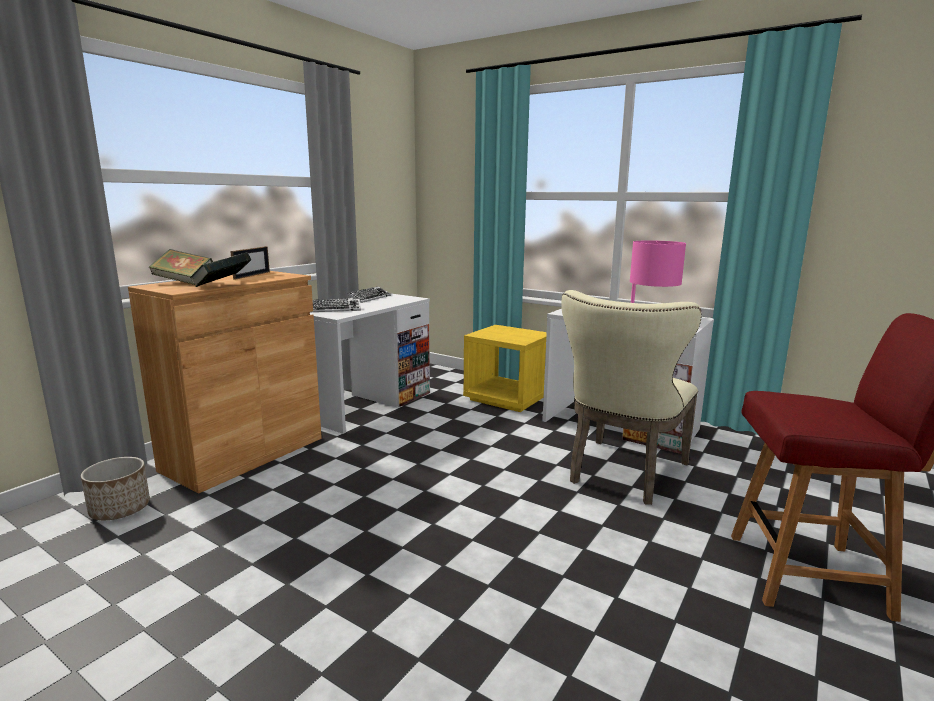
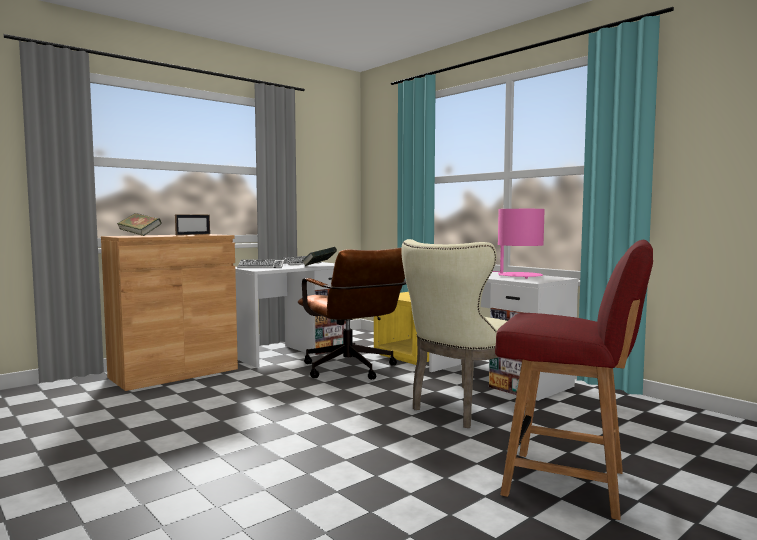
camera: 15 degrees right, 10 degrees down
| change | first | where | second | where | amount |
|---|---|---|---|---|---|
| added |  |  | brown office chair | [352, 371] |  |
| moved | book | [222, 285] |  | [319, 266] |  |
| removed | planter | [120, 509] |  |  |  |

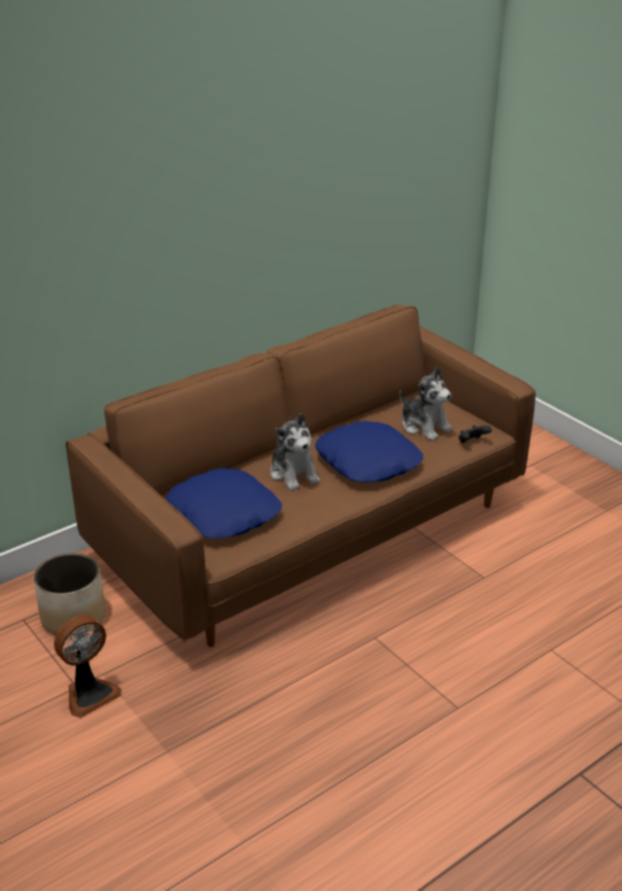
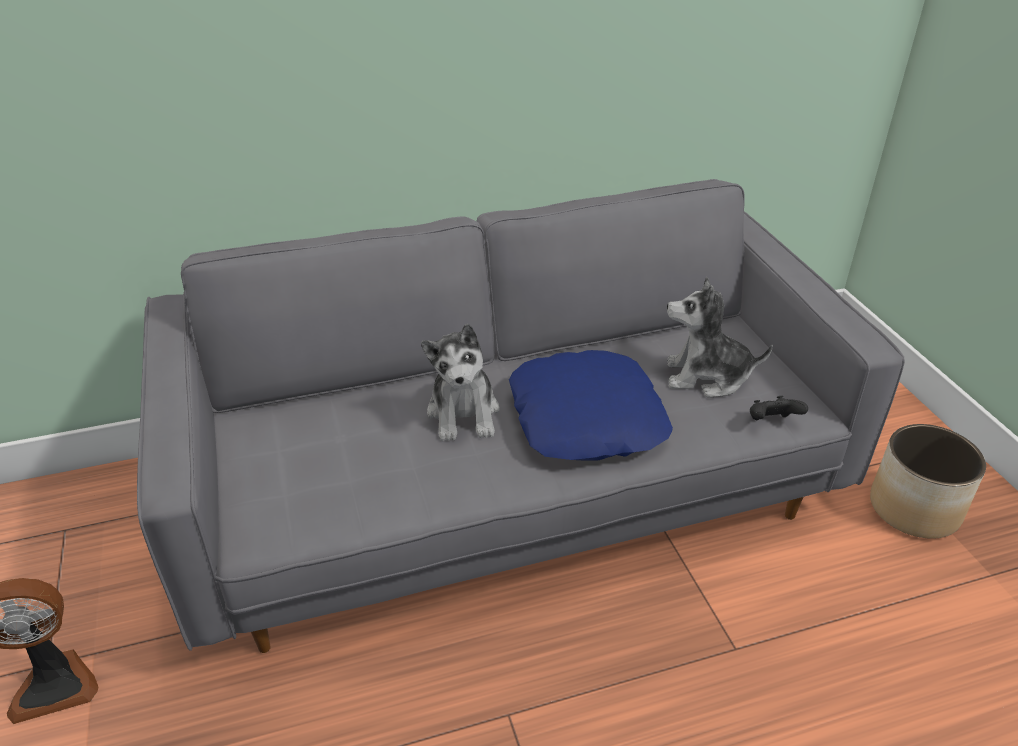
camera: 20 degrees right, 5 degrees up
| change | first | where | second | where | amount |
|---|---|---|---|---|---|
| recoloured | brown sofa | [311, 530] | grey sofa | [509, 490] |  |
| turned | plush toy | [424, 426] |  | [706, 377] | 120 degrees clockwise |
| moved | planter | [74, 616] |  | [914, 508] |  |
| removed | blue pillow | [224, 513] |  |  |  |

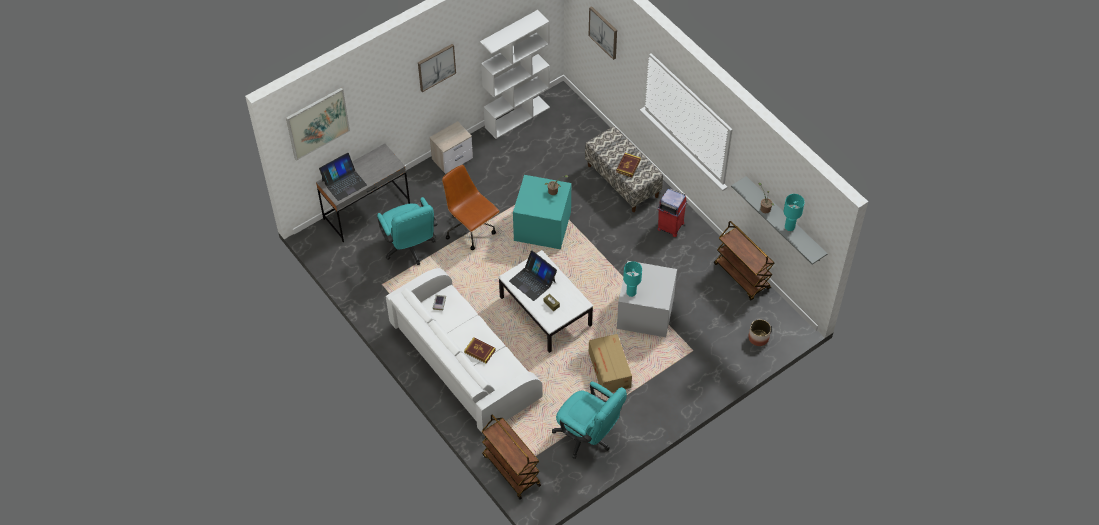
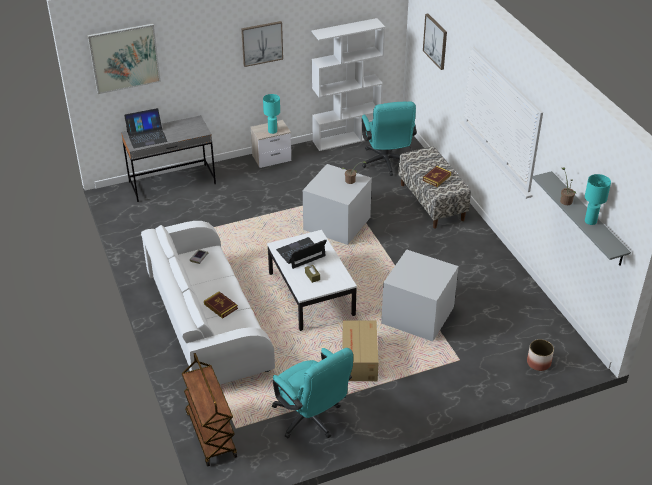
camera: 15 degrees right, 15 degrees down
| change | first | where | second | where | amount |
|---|---|---|---|---|---|
| moved | turquoise table lamp | [631, 293] |  | [272, 131] |  |
| turned | laptop | [533, 281] |  | [301, 253] | 90 degrees clockwise |
| recoloured | turquoise storage box | [543, 226] | grey storage box | [338, 223] |  |
| moved | turquoise office chair | [410, 248] |  | [386, 163] |  |
| removed | brown office chair | [471, 230] |  |  |  |
| removed | red trash can | [670, 226] |  |  |  |
| removed | brown cart | [742, 276] |  |  |  |

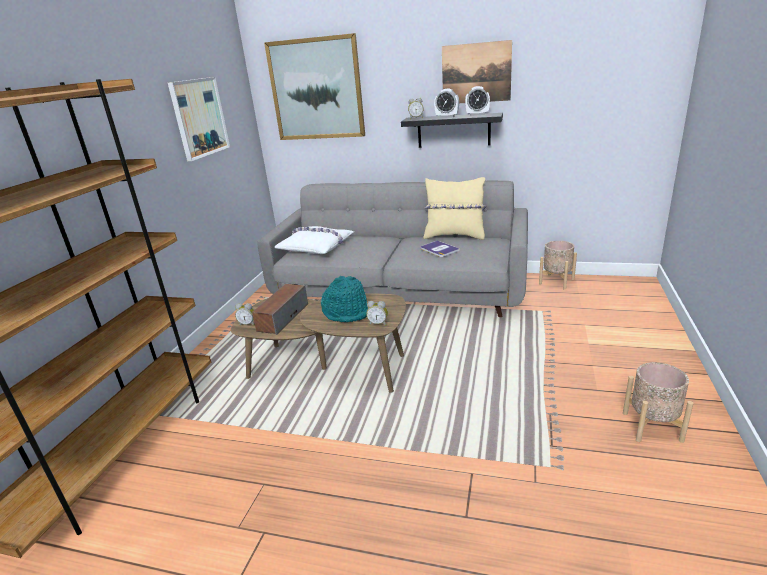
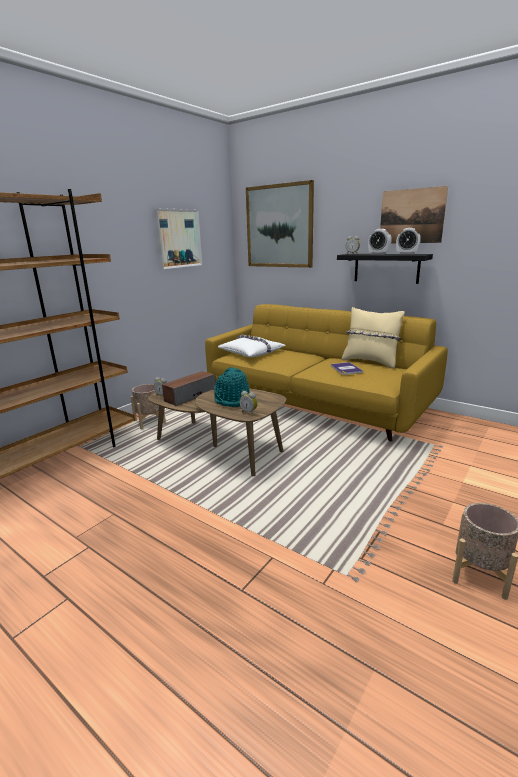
camera: 20 degrees right, 5 degrees down
| change | first | where | second | where | amount |
|---|---|---|---|---|---|
| moved | beige planter | [556, 281] |  | [149, 422] |  |
| recoloured | grey sofa | [400, 291] | yellow sofa | [316, 404] |  |

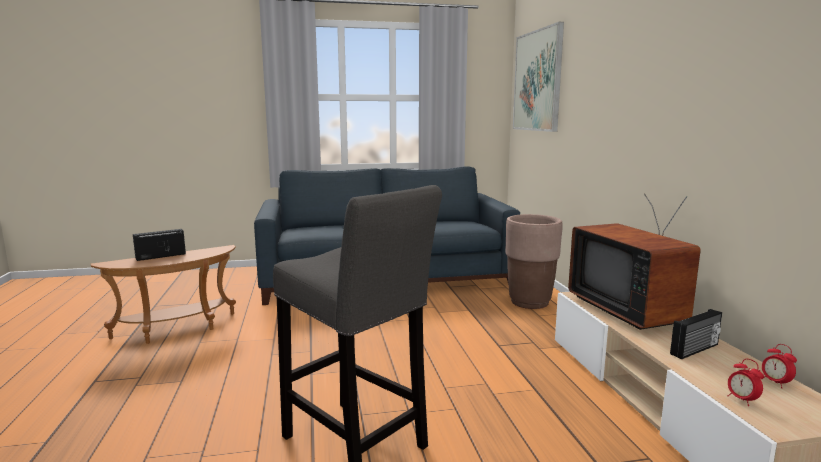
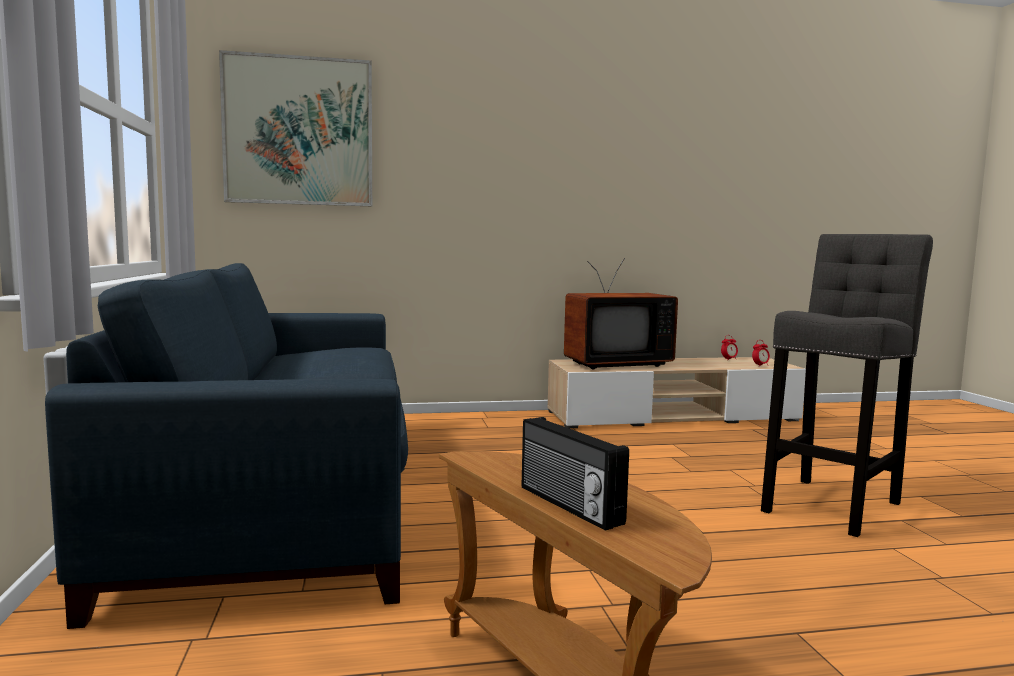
camera: 90 degrees left, 5 degrees down
| change | first | where | second | where | amount |
|---|---|---|---|---|---|
| removed | brown planter | [529, 302] |  |  |  |
| removed | radio | [695, 350] |  |  |  |

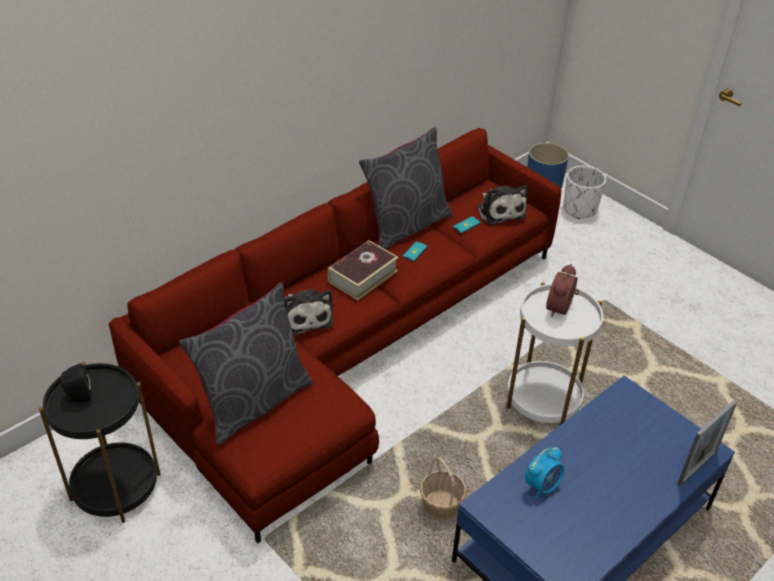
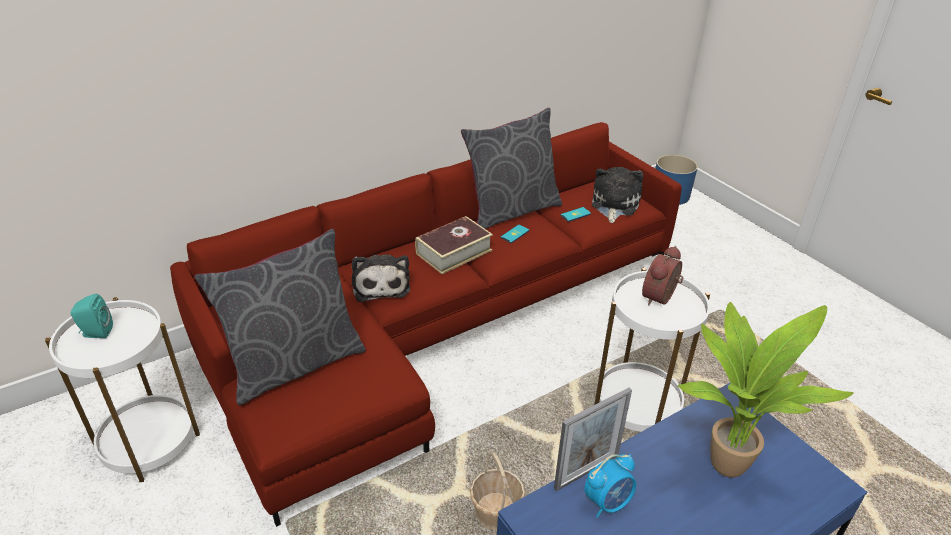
camera: 10 degrees right, 5 degrees down
| change | first | where | second | where | amount |
|---|---|---|---|---|---|
| recoloured | black side table | [115, 487] | white side table | [148, 442] |  |
| recoloured | black speaker | [78, 397] | turquoise speaker | [96, 333] |  |
| moved | picture frame | [697, 467] |  | [586, 472] |  |
| turned | plush toy | [500, 210] |  | [614, 204] | 150 degrees counterclockwise |
| added |  |  | potted plant | [724, 461] |  |
| removed | white planter | [579, 209] |  |  |  |

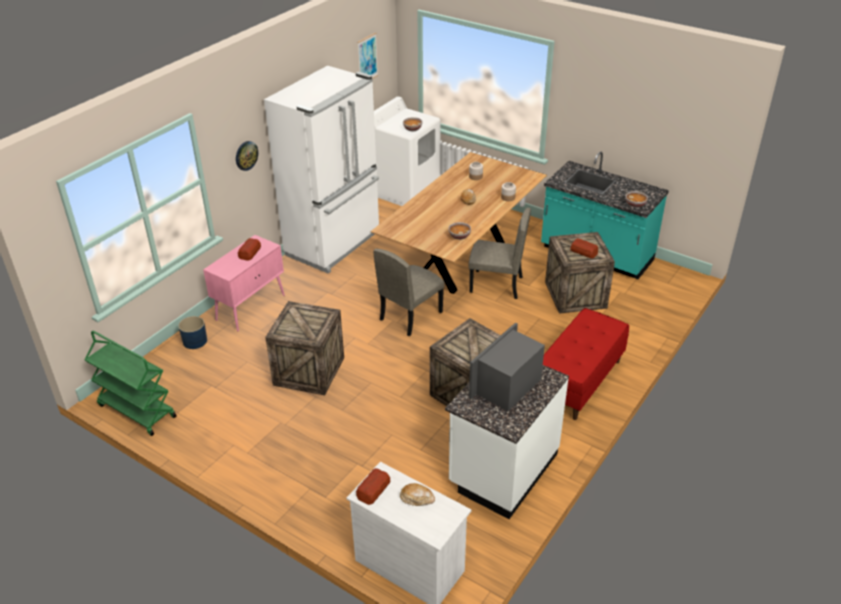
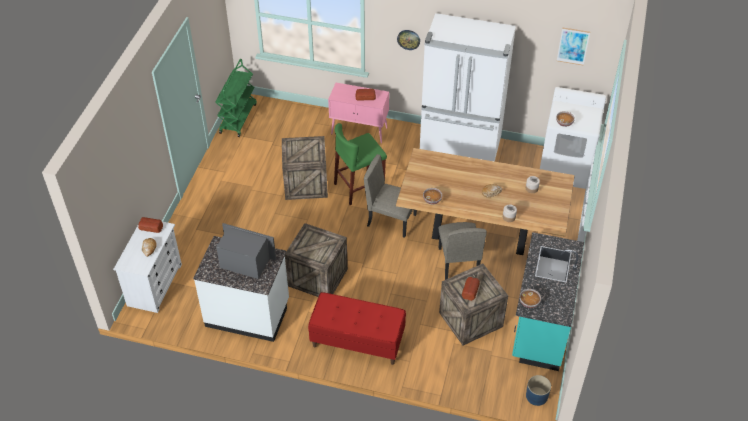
camera: 70 degrees right, 10 degrees up
| change | first | where | second | where | amount |
|---|---|---|---|---|---|
| added |  |  | green stool | [359, 187] |  |
| moved | blue planter | [195, 341] |  | [536, 396] |  |

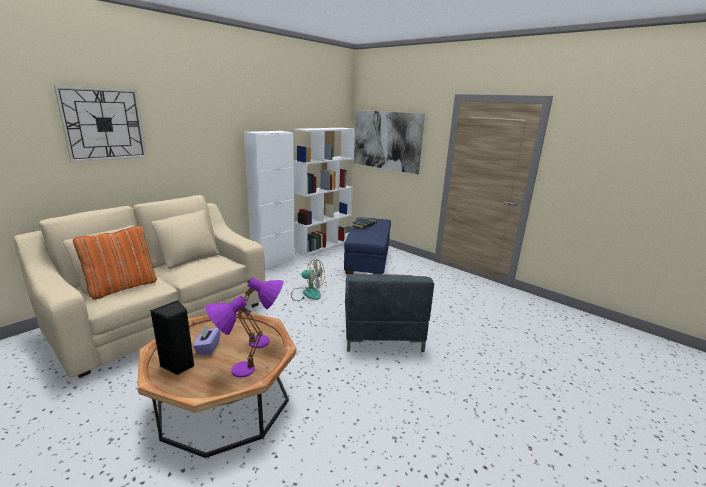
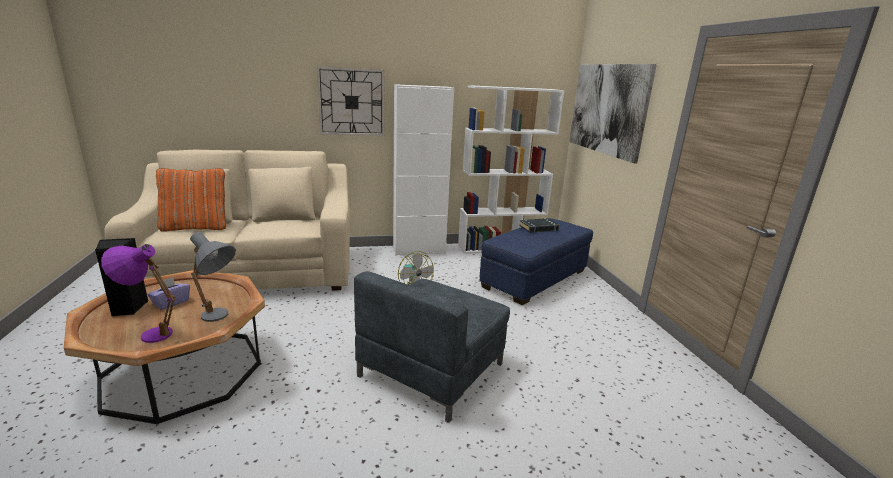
camera: 35 degrees right, 0 degrees up
| change | first | where | second | where | amount |
|---|---|---|---|---|---|
| recoloured | purple table lamp | [267, 342] | grey table lamp | [219, 318] |  |
| moved | wall clock | [104, 124] |  | [351, 102] |  |

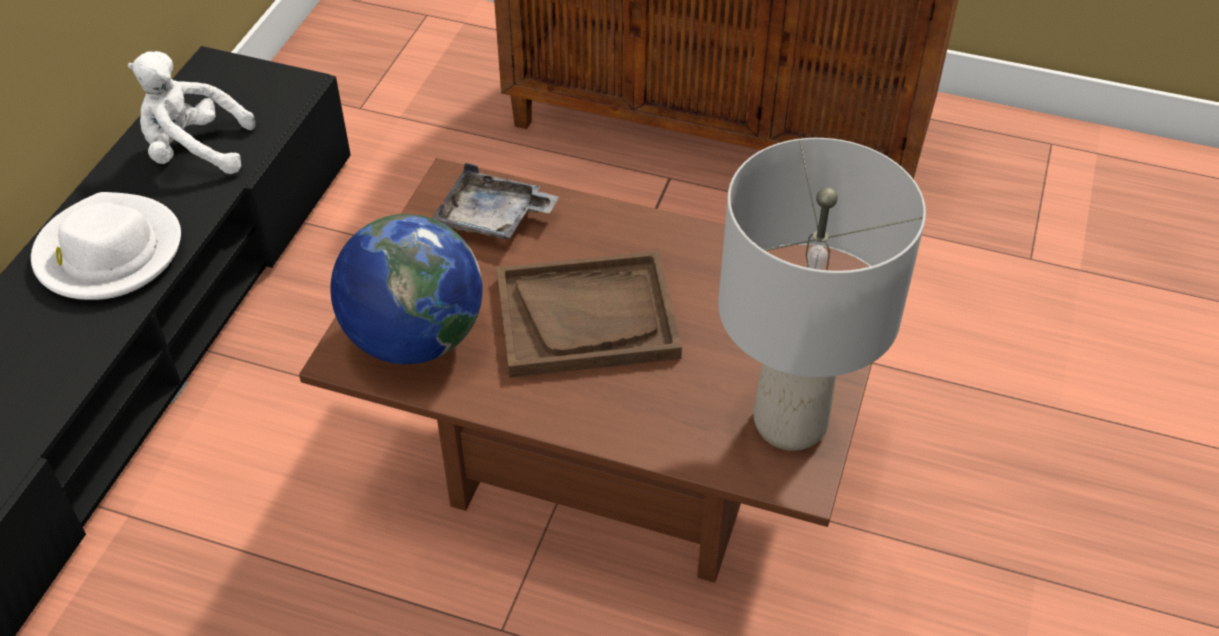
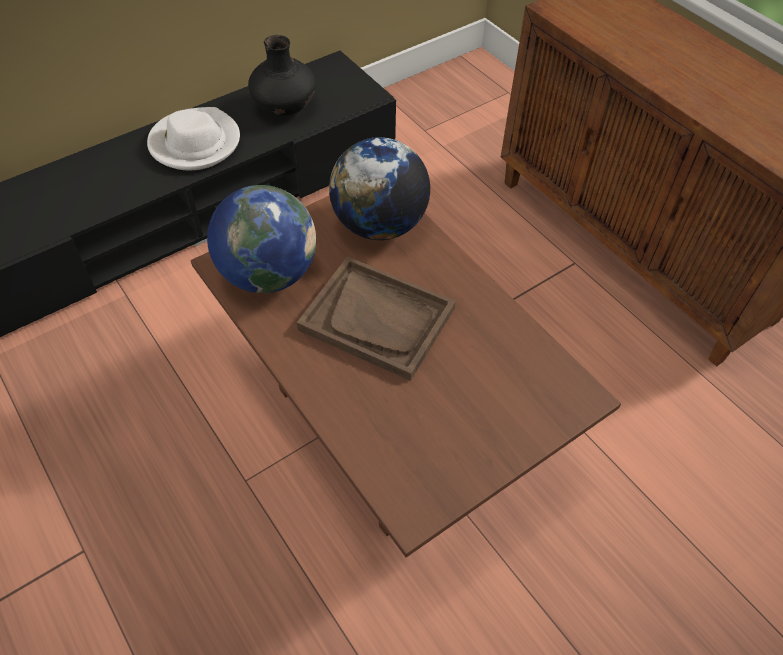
camera: 35 degrees right, 5 degrees up
| change | first | where | second | where | amount |
|---|---|---|---|---|---|
| replaced | white plush toy | [194, 151] | black vase | [284, 107] |  |
| replaced | grey tray | [493, 218] | globe | [379, 225] |  |
| removed | grey table lamp | [788, 423] |  |  |  |

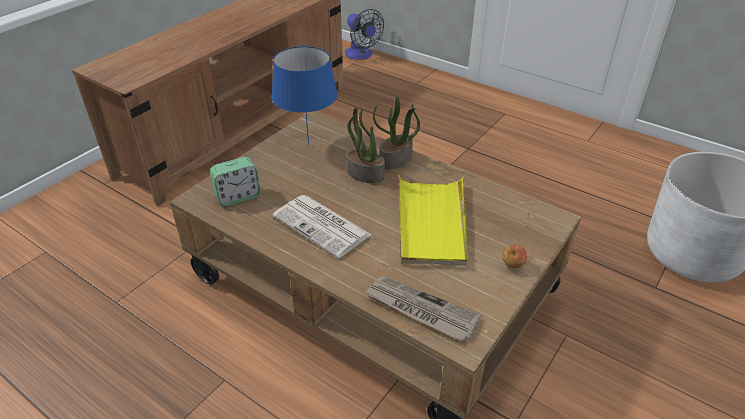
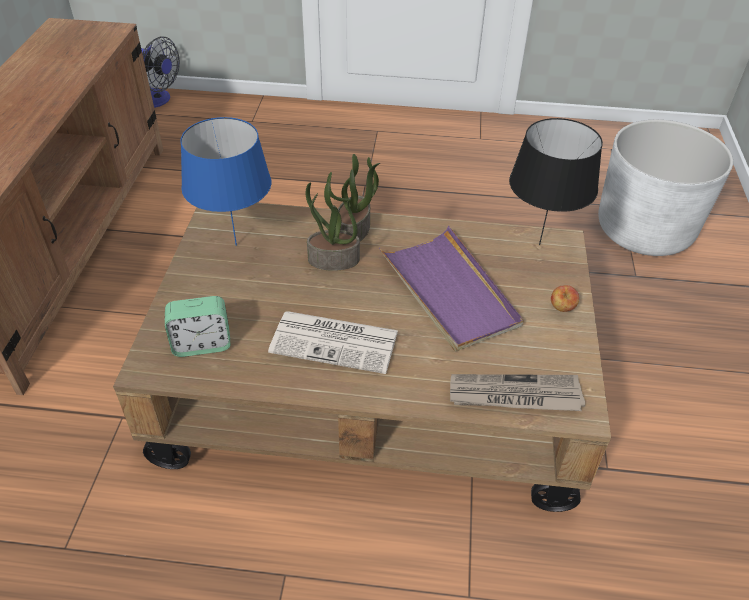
camera: 30 degrees left, 5 degrees up
| change | first | where | second | where | amount |
|---|---|---|---|---|---|
| turned | alarm clock | [238, 196] |  | [202, 344] | 45 degrees clockwise |
| recoloured | yellow tray | [431, 222] | purple tray | [449, 291] |  |
| added |  |  | black table lamp | [539, 244] |  |

